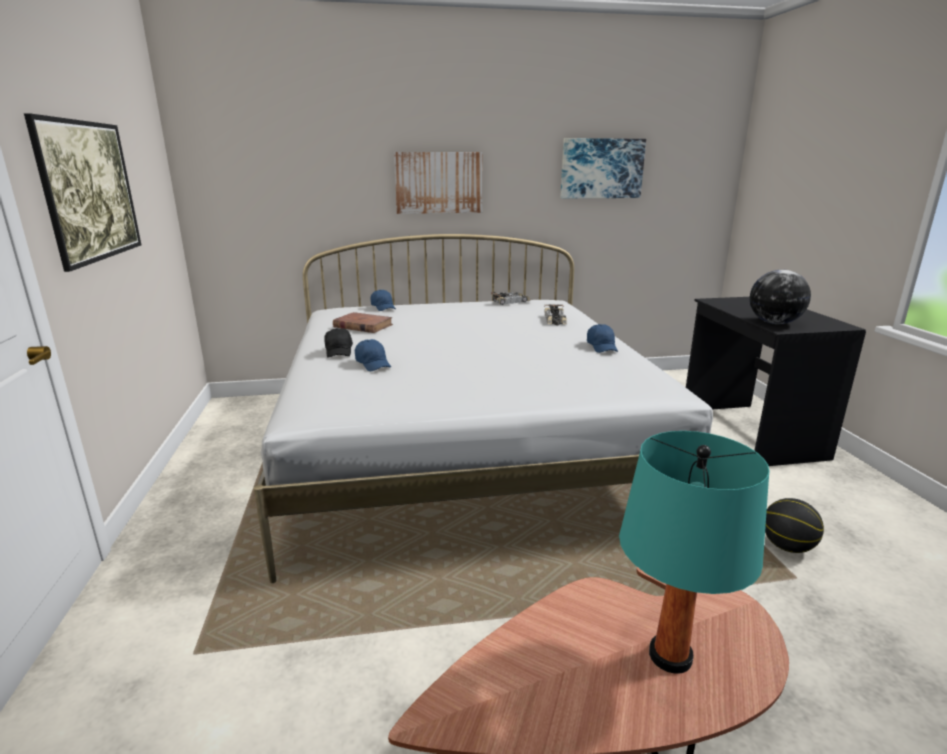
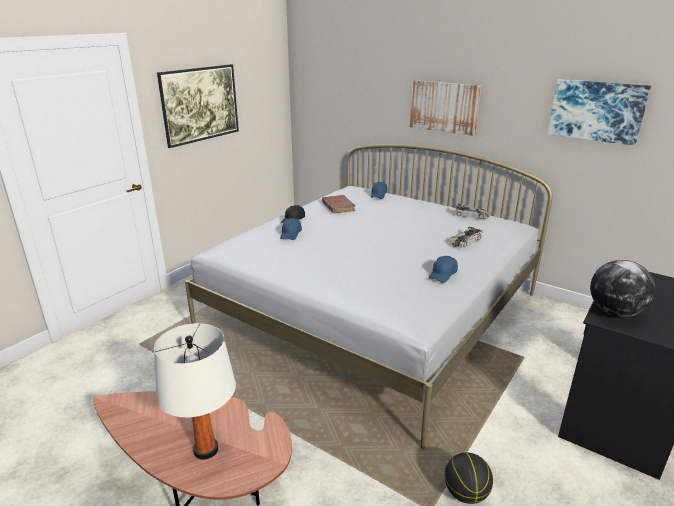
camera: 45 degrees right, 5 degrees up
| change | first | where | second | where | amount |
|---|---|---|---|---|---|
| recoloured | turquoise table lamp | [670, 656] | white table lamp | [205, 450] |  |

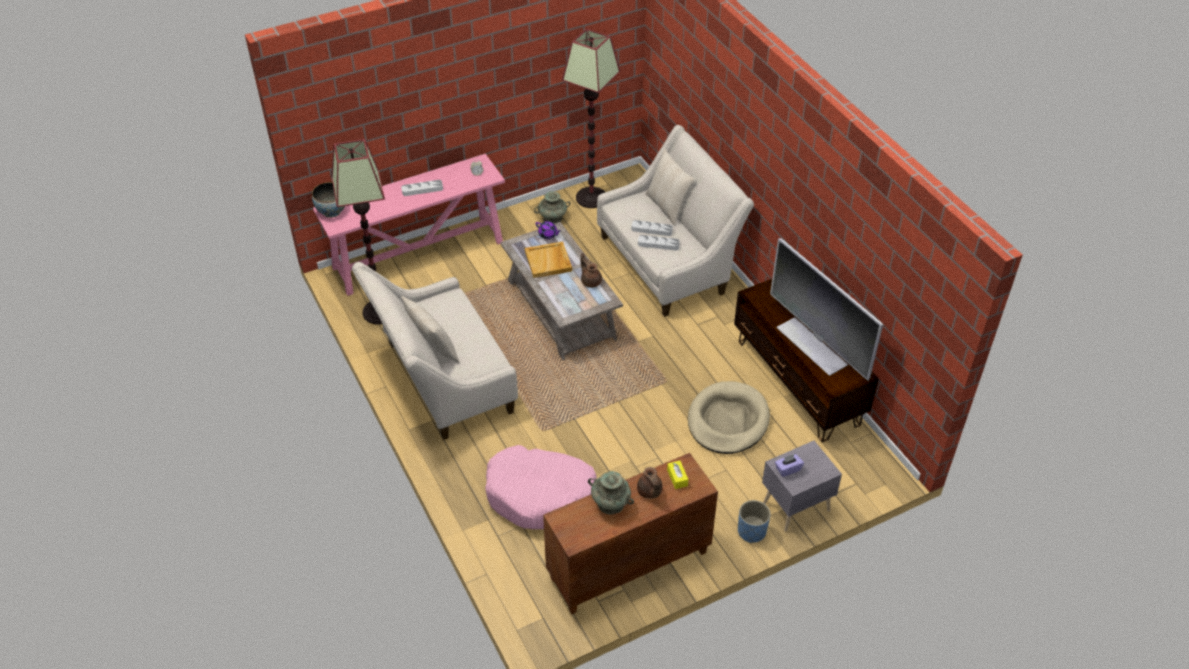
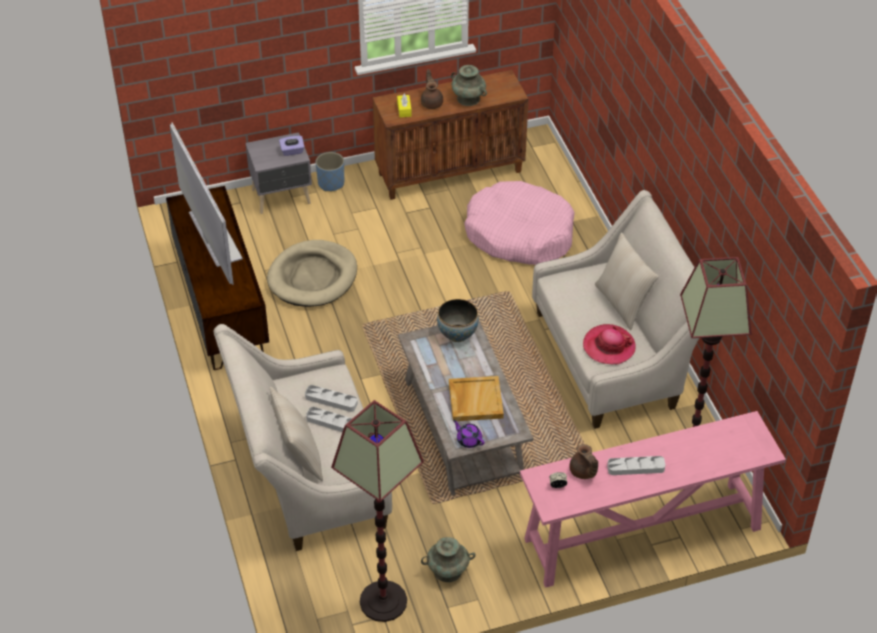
camera: 170 degrees left, 0 degrees up
| change | first | where | second | where | amount |
|---|---|---|---|---|---|
| moved | bowl | [332, 211] |  | [457, 334] |  |
| moved | brown teapot | [590, 281] |  | [583, 472] |  |
| added |  |  | hat | [609, 346] |  |

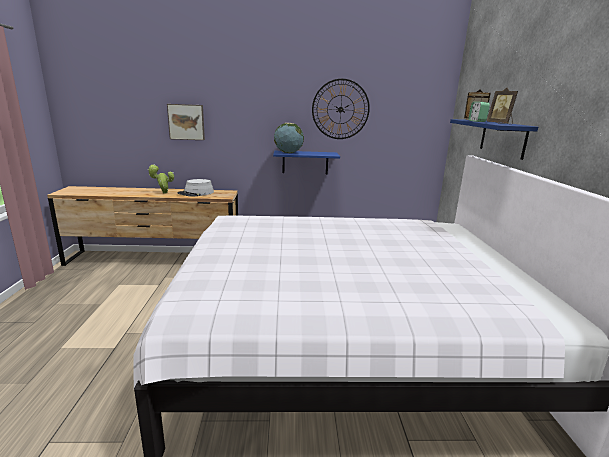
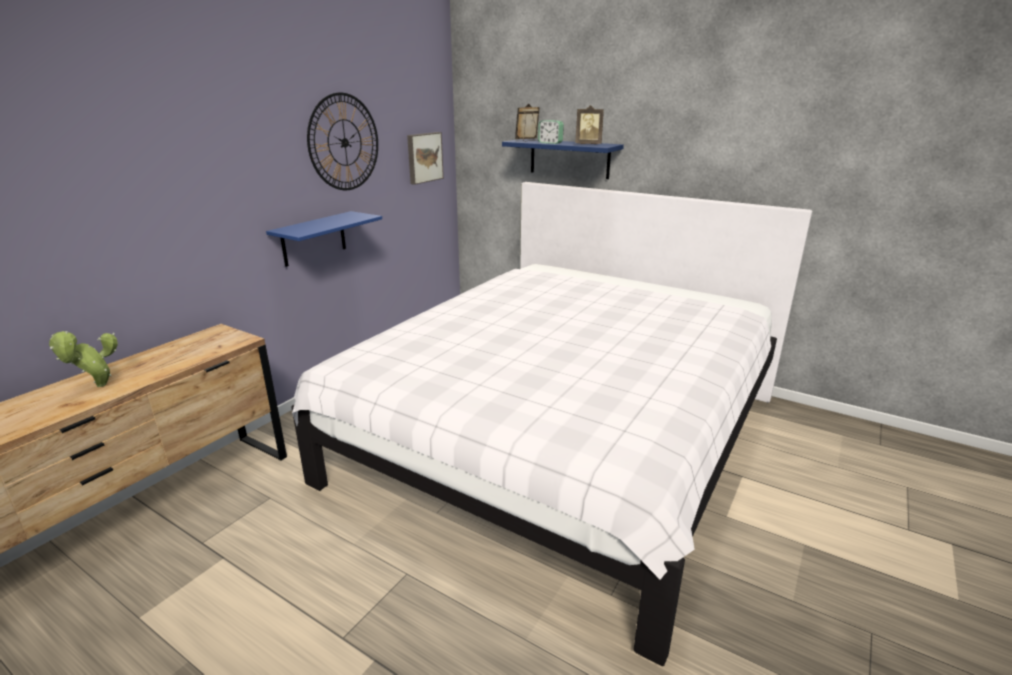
camera: 55 degrees left, 5 degrees up
| change | first | where | second | where | amount |
|---|---|---|---|---|---|
| moved | picture | [186, 122] |  | [424, 157] |  |
| removed | grey hat | [196, 193] |  |  |  |
| removed | globe | [288, 152] |  |  |  |

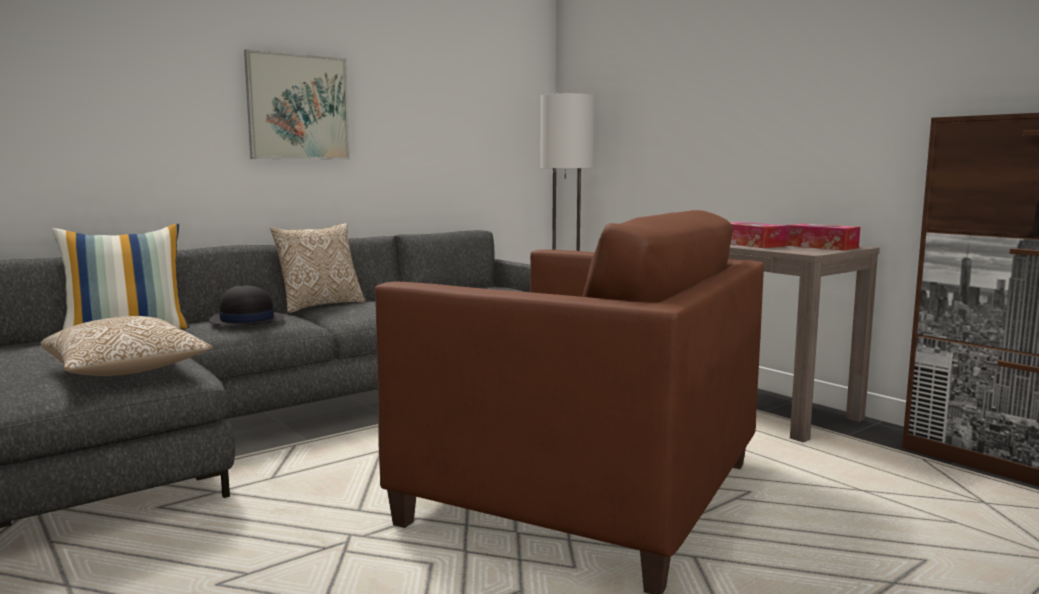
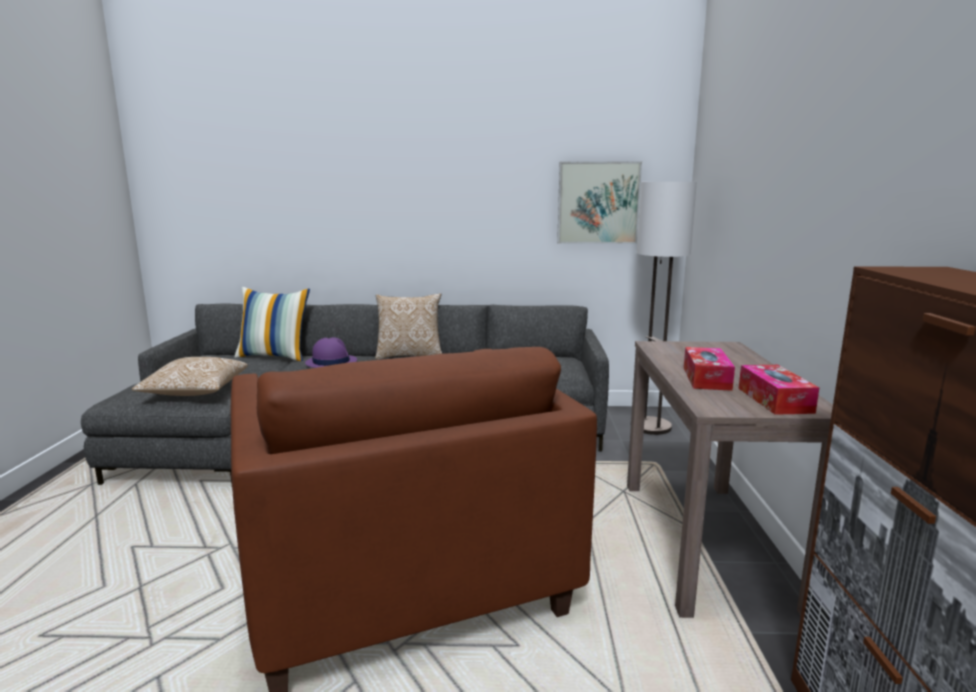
camera: 40 degrees right, 5 degrees up
| change | first | where | second | where | amount |
|---|---|---|---|---|---|
| recoloured | black hat | [246, 320] | purple hat | [331, 362] |  |
| moved | picture | [298, 107] |  | [598, 203] |  |

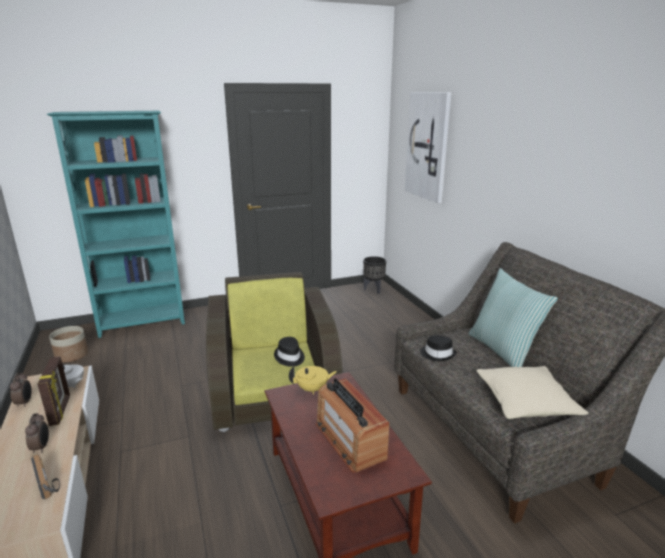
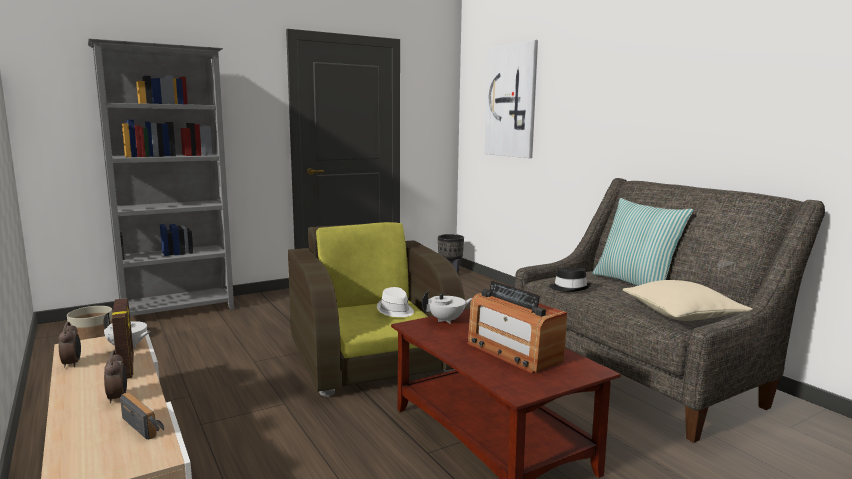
camera: 10 degrees left, 10 degrees down
| change | first | where | second | where | amount |
|---|---|---|---|---|---|
| recoloured | turquoise bookcase | [143, 324] | grey bookcase | [179, 311] |  |
| recoloured | black hat | [289, 357] | white hat | [395, 310] |  |
| recoloured | yellow teapot | [312, 389] | white teapot | [447, 320] |  |

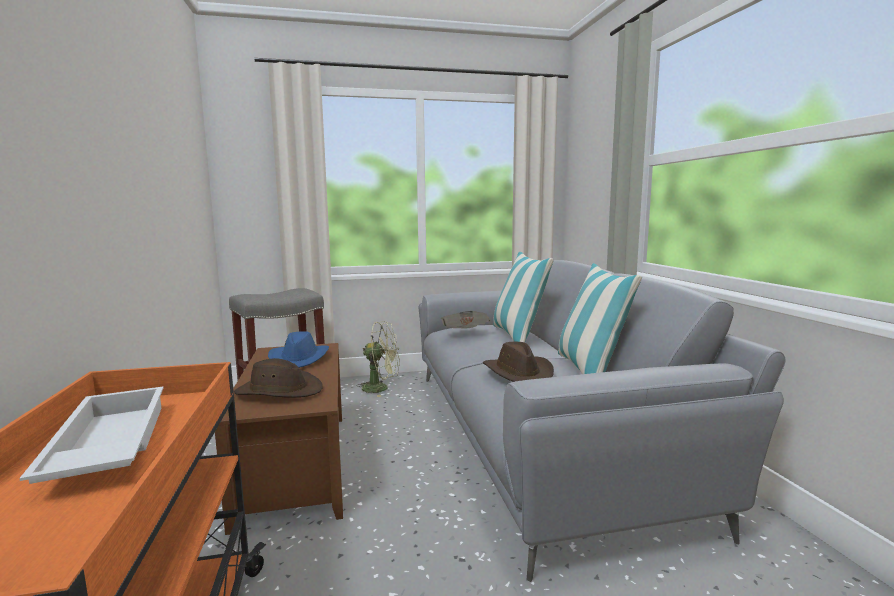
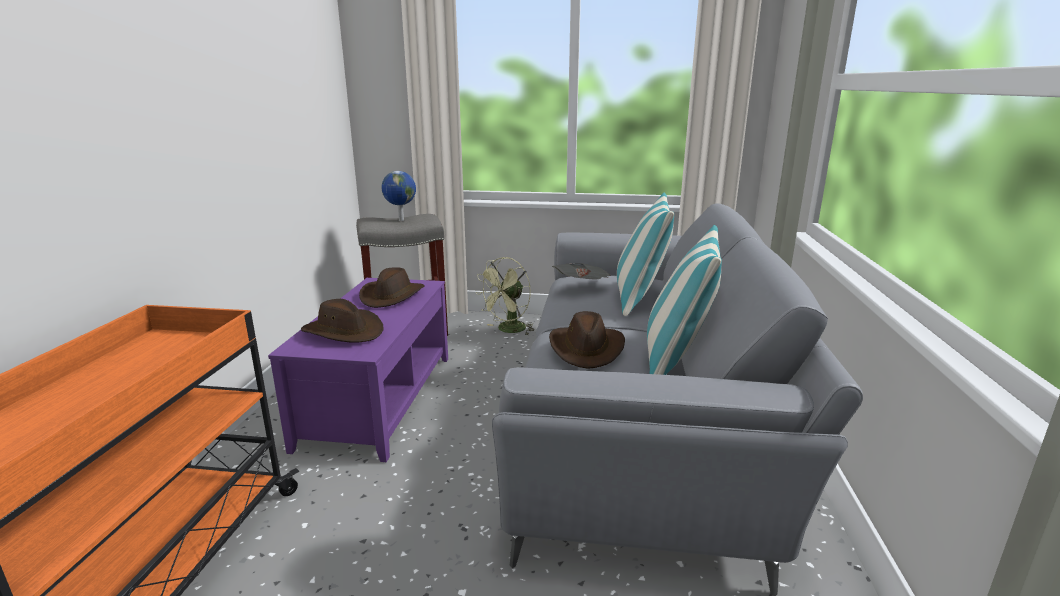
camera: 20 degrees right, 10 degrees up
| change | first | where | second | where | amount |
|---|---|---|---|---|---|
| recoloured | brown coffee table | [296, 464] | purple coffee table | [379, 399] |  |
| recoloured | blue hat | [299, 359] | brown hat | [392, 296] |  |
| added |  |  | globe | [400, 220] |  |
| turned | green fan | [381, 388] |  | [508, 330] | 105 degrees clockwise |
| removed | white tray | [106, 446] |  |  |  |

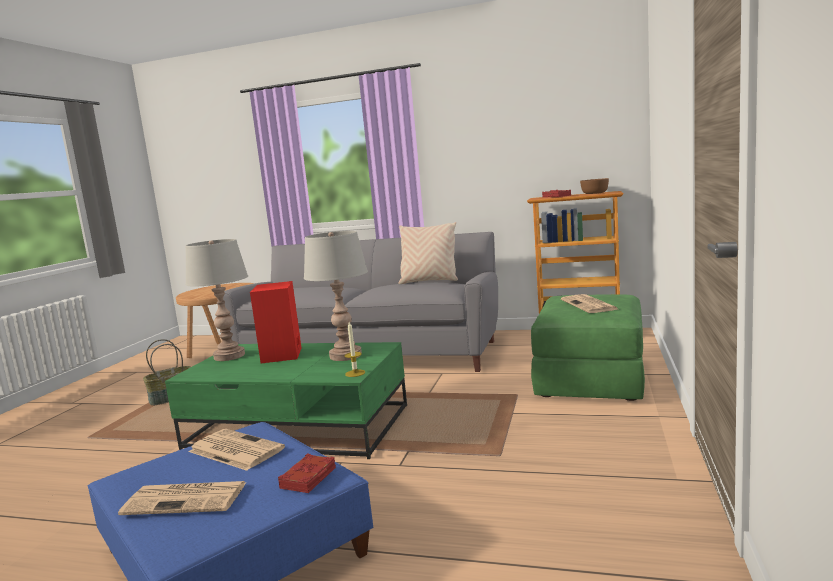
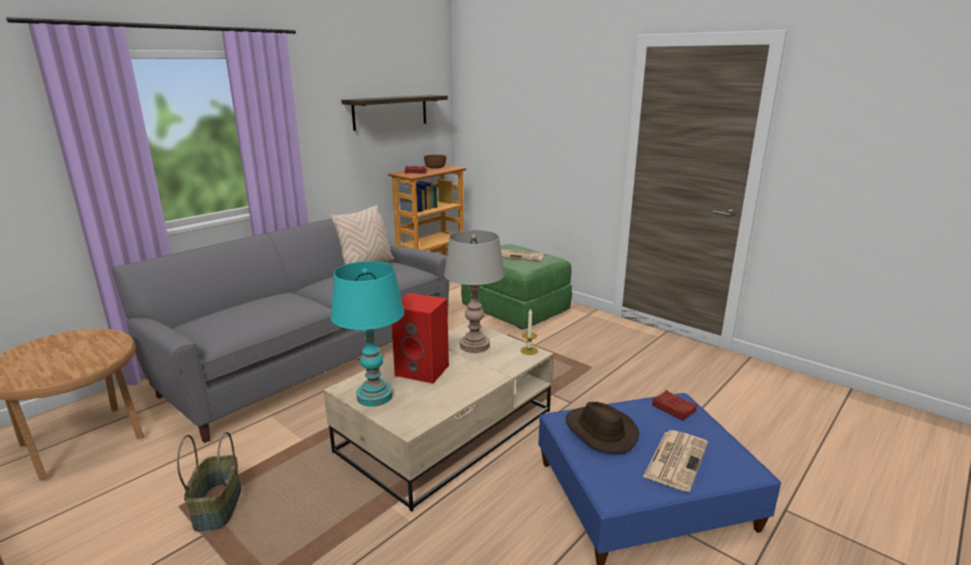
camera: 65 degrees left, 10 degrees up
| change | first | where | second | where | amount |
|---|---|---|---|---|---|
| recoloured | green coffee table | [299, 427] | beige coffee table | [447, 430] |  |
| recoloured | grey table lamp | [229, 356] | turquoise table lamp | [374, 396] |  |
| added |  |  | shelf | [390, 112] |  |
| replaced | newspaper | [234, 450] | brown hat | [599, 431] |  |

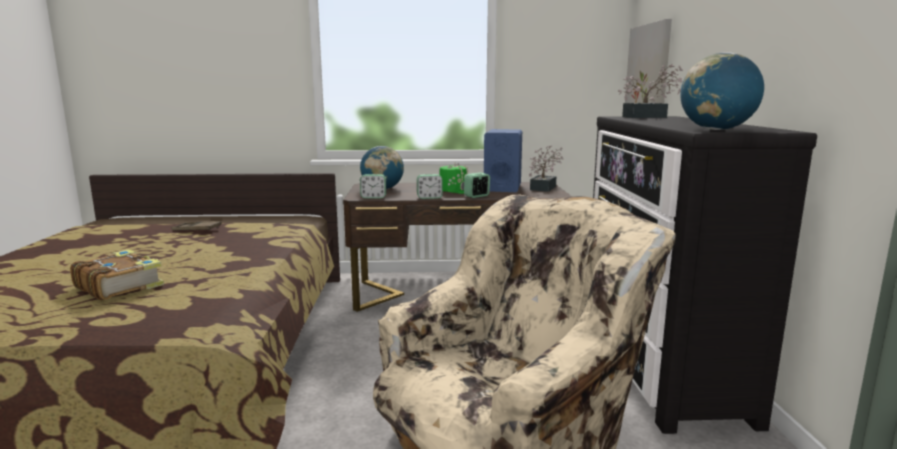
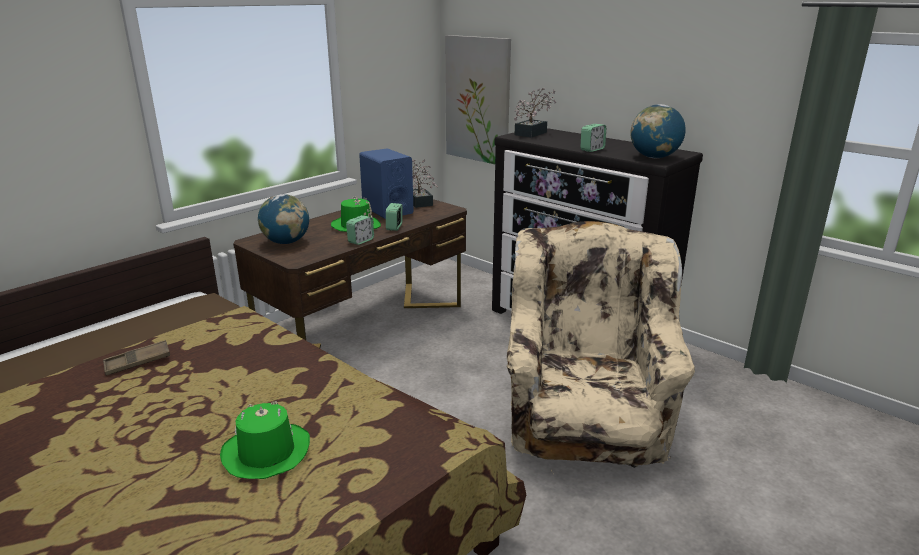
camera: 45 degrees left, 10 degrees up
| change | first | where | second | where | amount |
|---|---|---|---|---|---|
| replaced | book | [119, 286] | green hat | [266, 453] |  |
| moved | alarm clock | [373, 197] |  | [592, 149] |  |

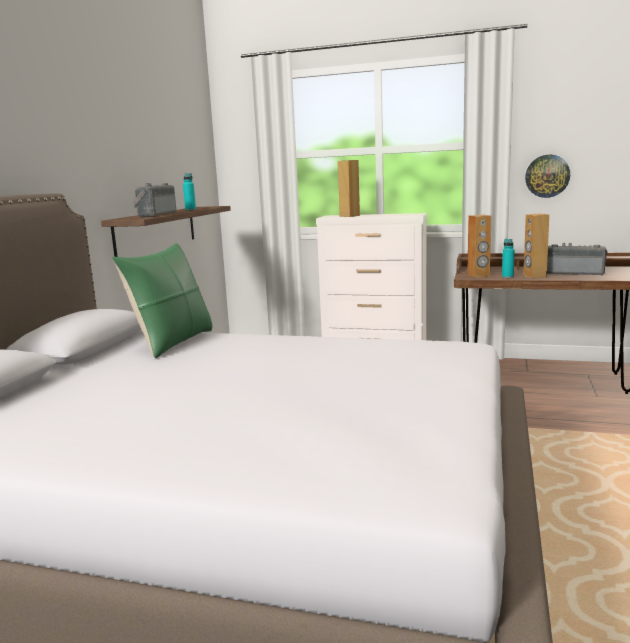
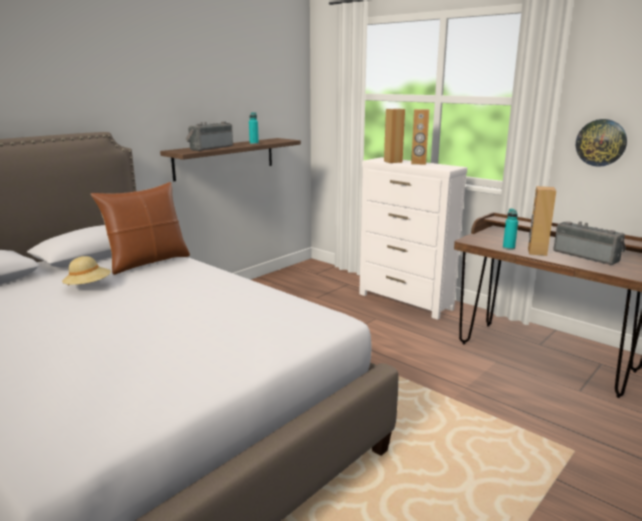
camera: 25 degrees right, 5 degrees up
| change | first | where | second | where | amount |
|---|---|---|---|---|---|
| added |  |  | beige hat | [88, 287] |  |
| recoloured | green pillow | [172, 342] | brown pillow | [147, 262] |  |
| moved | brown speaker | [478, 275] |  | [418, 163] |  |

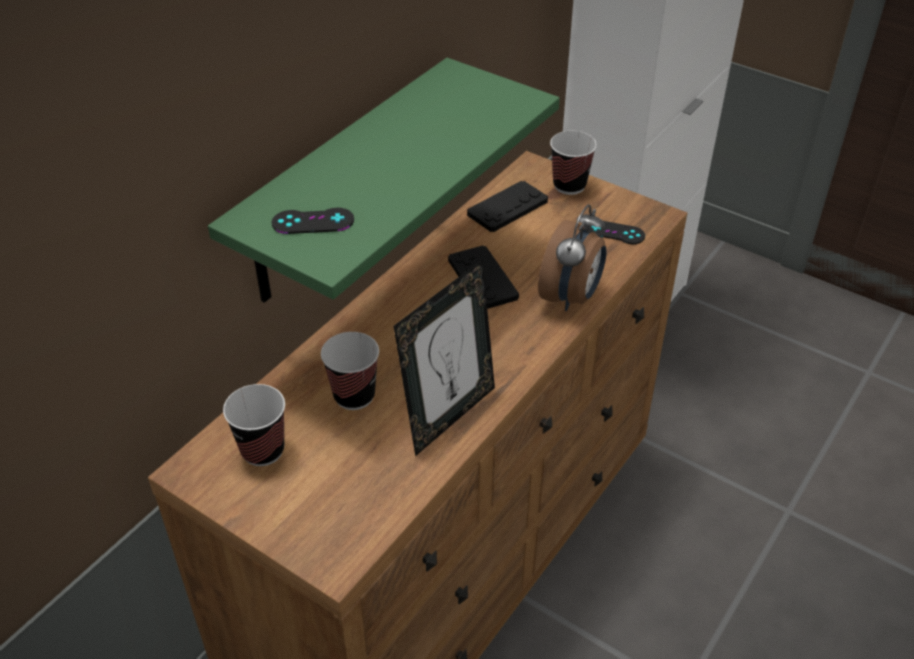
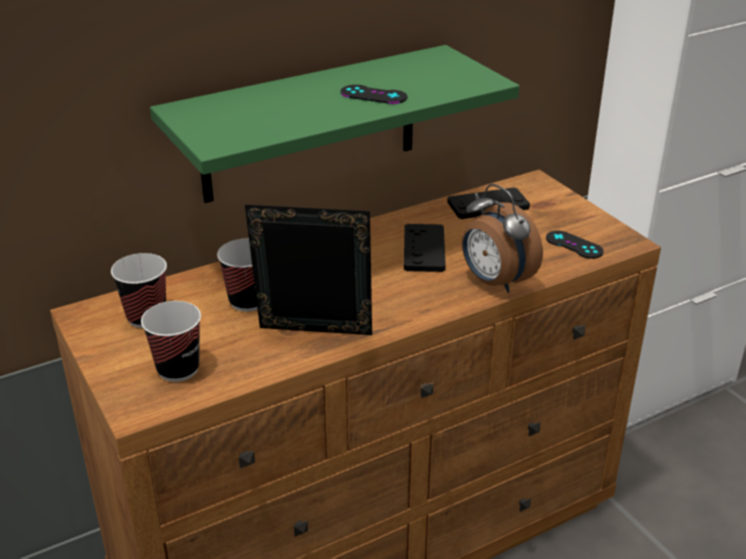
camera: 25 degrees right, 10 degrees down
| change | first | where | second | where | amount |
|---|---|---|---|---|---|
| moved | cup | [569, 185] |  | [178, 369] |  |
| turned | picture frame | [448, 415] |  | [314, 337] | 150 degrees counterclockwise |
| moved | black game controller | [313, 221] |  | [373, 95] |  |
| turned | alarm clock | [571, 297] |  | [494, 282] | 90 degrees clockwise |

